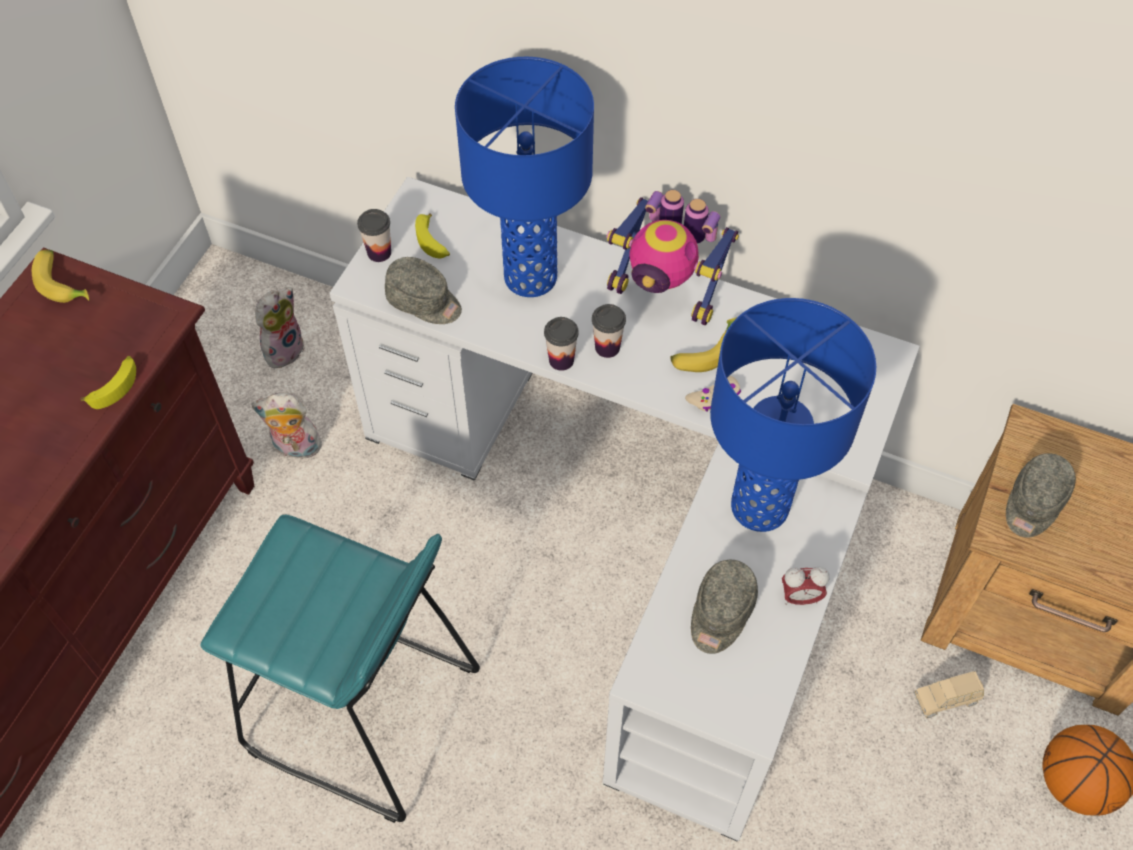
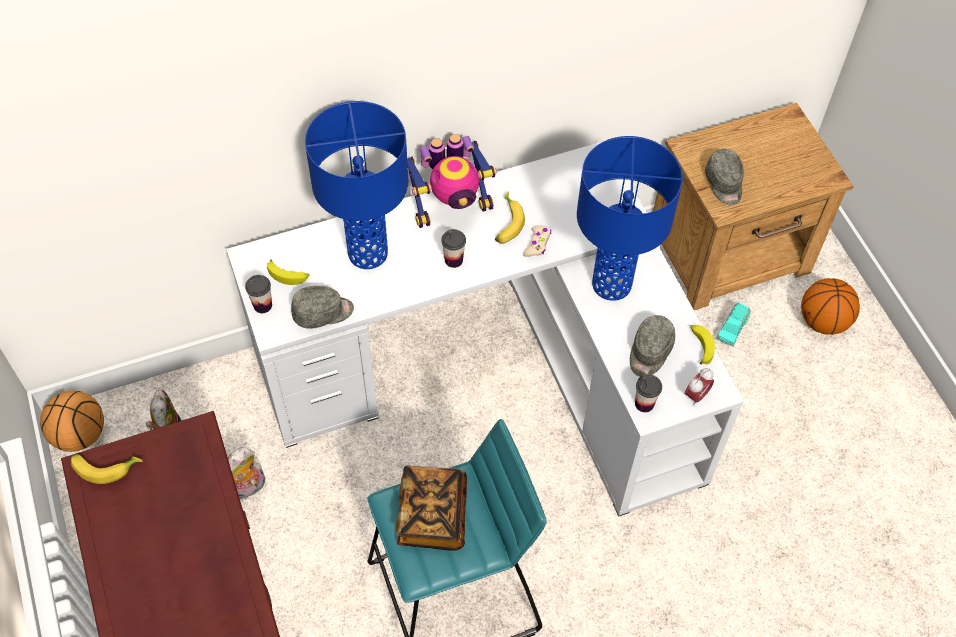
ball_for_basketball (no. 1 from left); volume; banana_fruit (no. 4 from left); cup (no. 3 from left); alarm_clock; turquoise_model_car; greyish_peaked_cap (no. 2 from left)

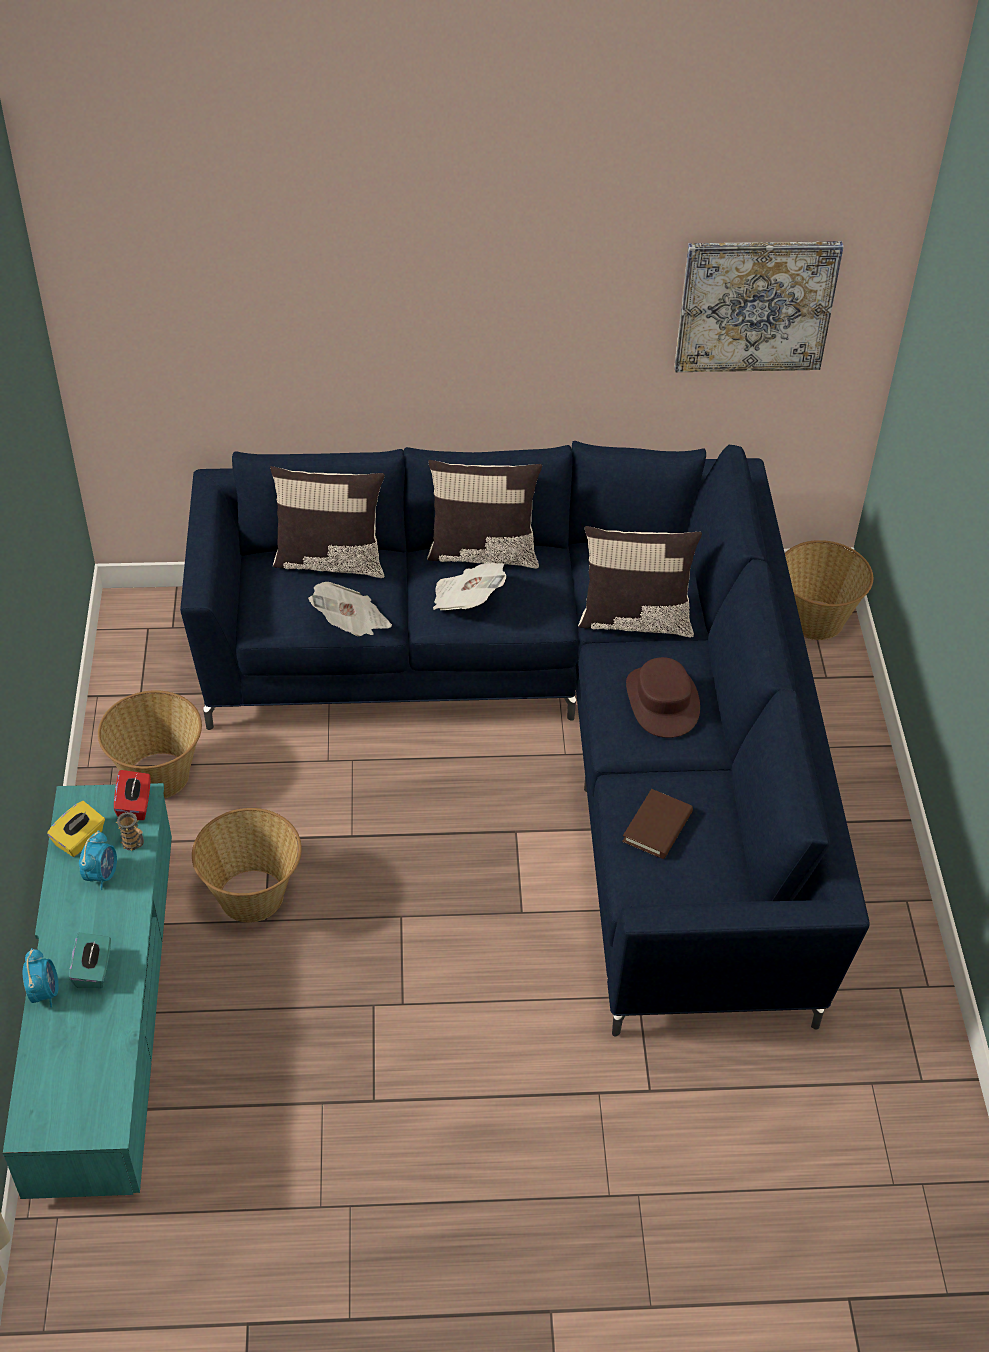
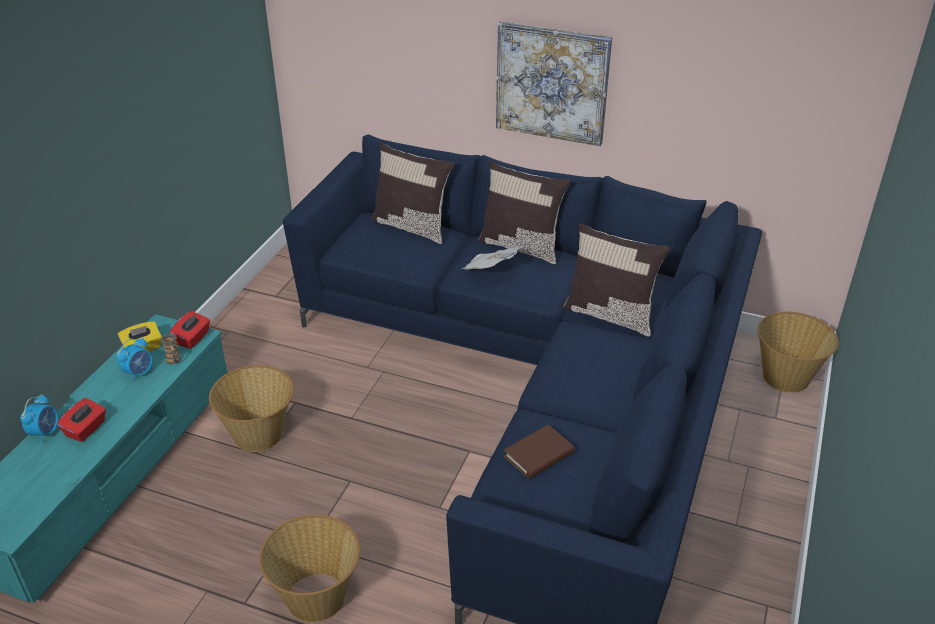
daily_paper (no. 1 from left in the first image); brownish_clothing_hat; household_basket (no. 2 from left); wall_picture; red-coloured_tissue_holder (no. 1 from left)

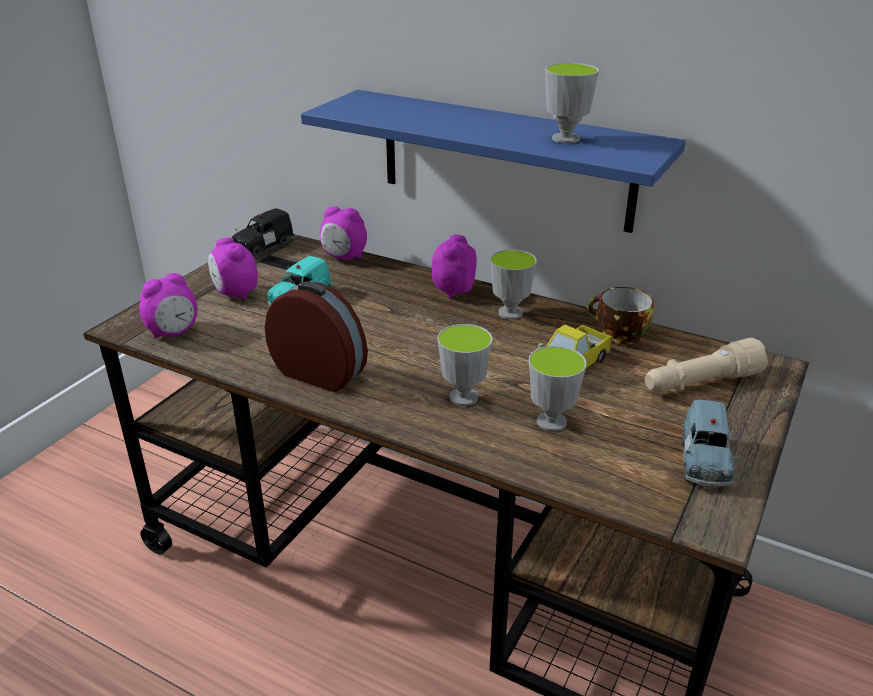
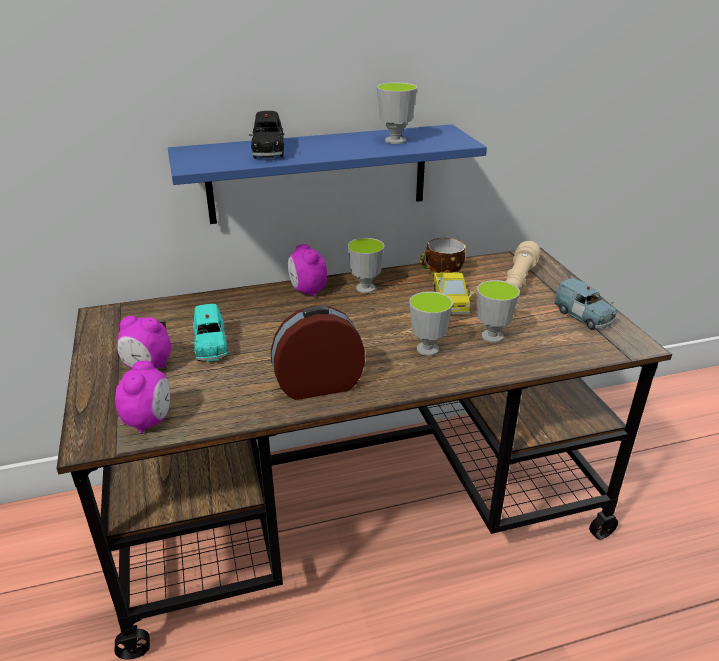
alarm_clock (no. 4 from left in the first image); blackish_model_car

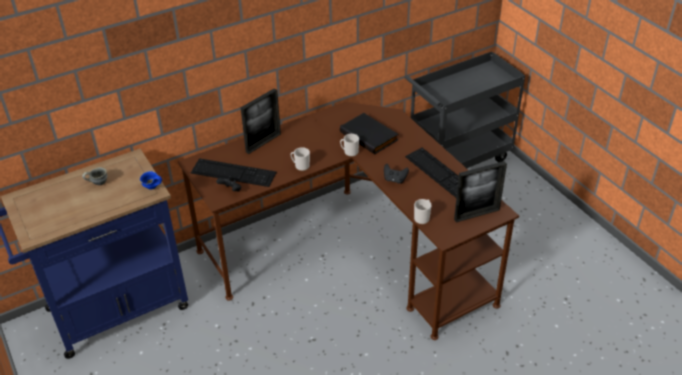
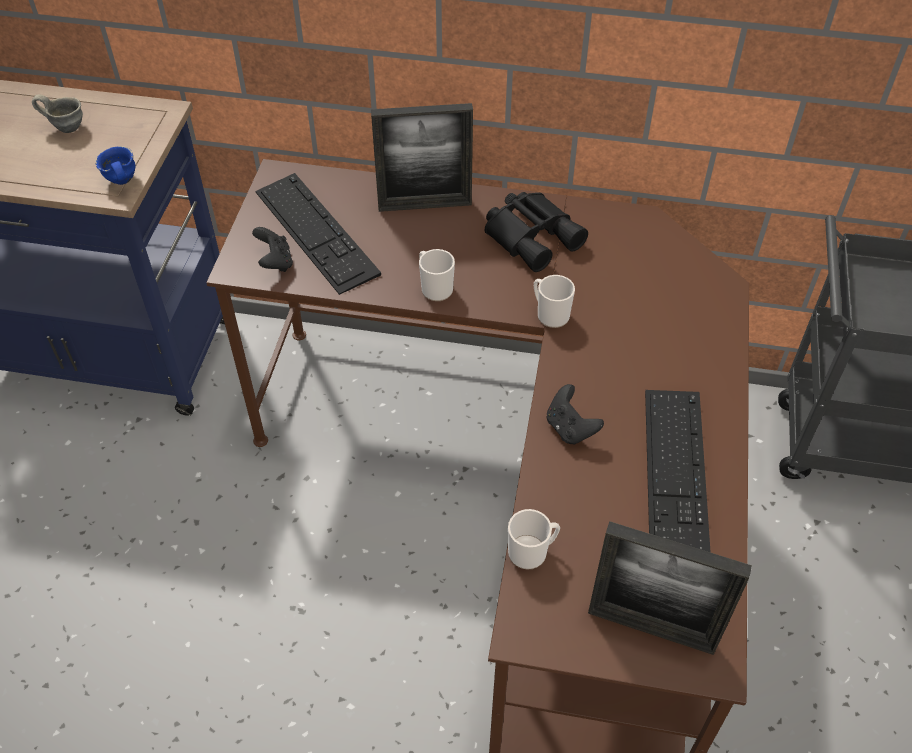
blackish_volume; blackish_pair_of_binoculars

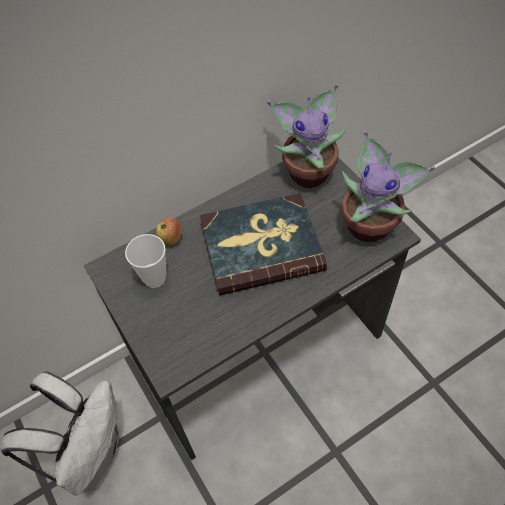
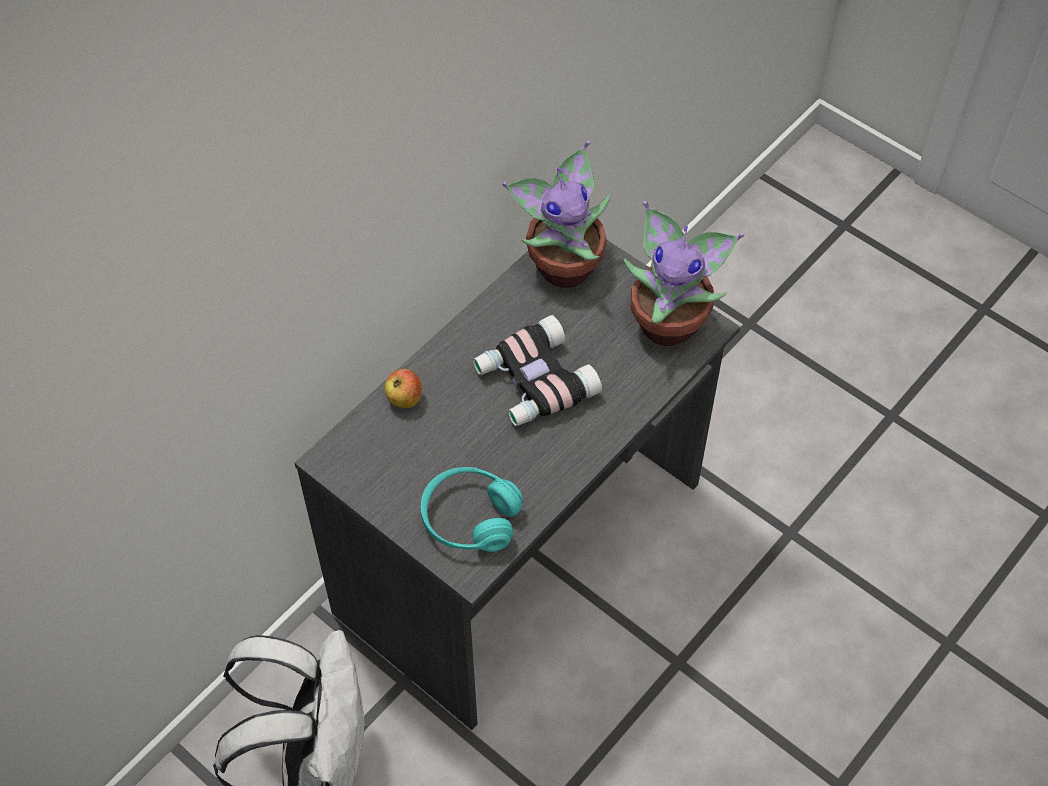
cup; turquoise_headphones; pair_of_binoculars

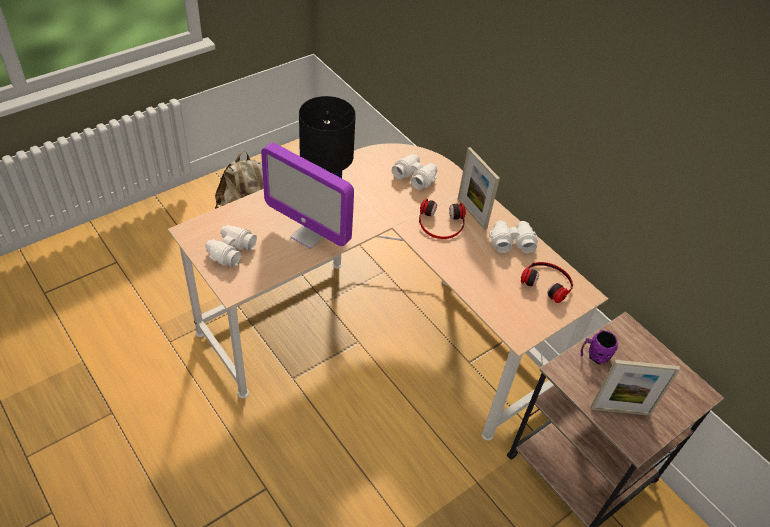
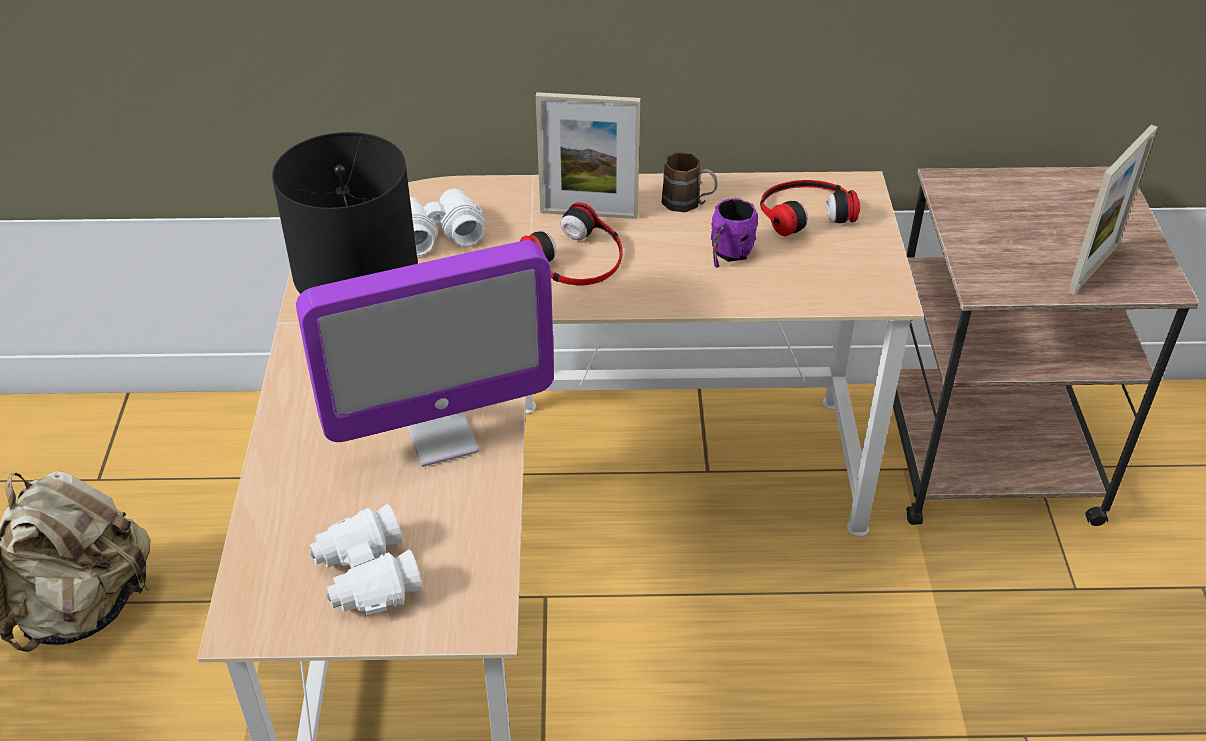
purple-coloured_mug; brownish_mug

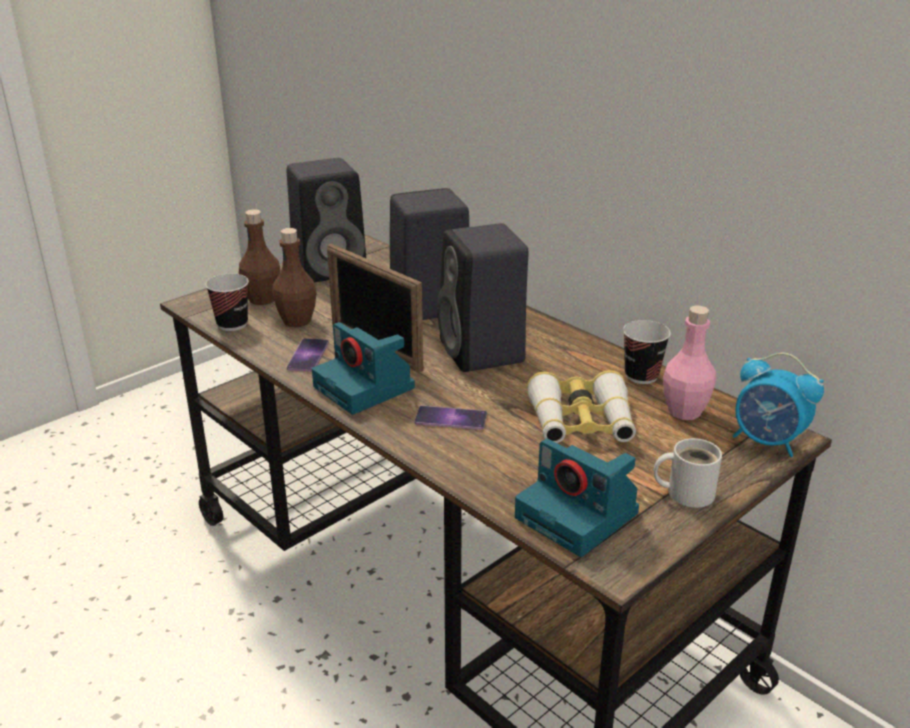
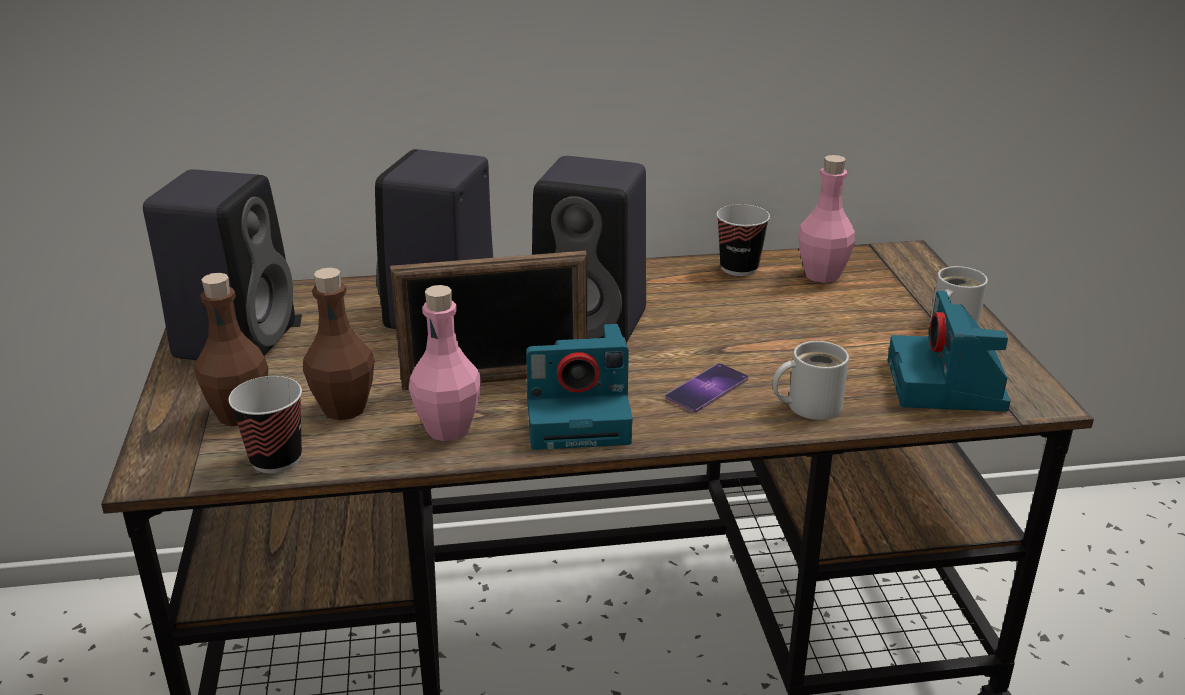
pair_of_binoculars; alarm_clock; whitish_mug (no. 1 from left); pink_drink_bottle (no. 1 from left); still_camera (no. 2 from left)

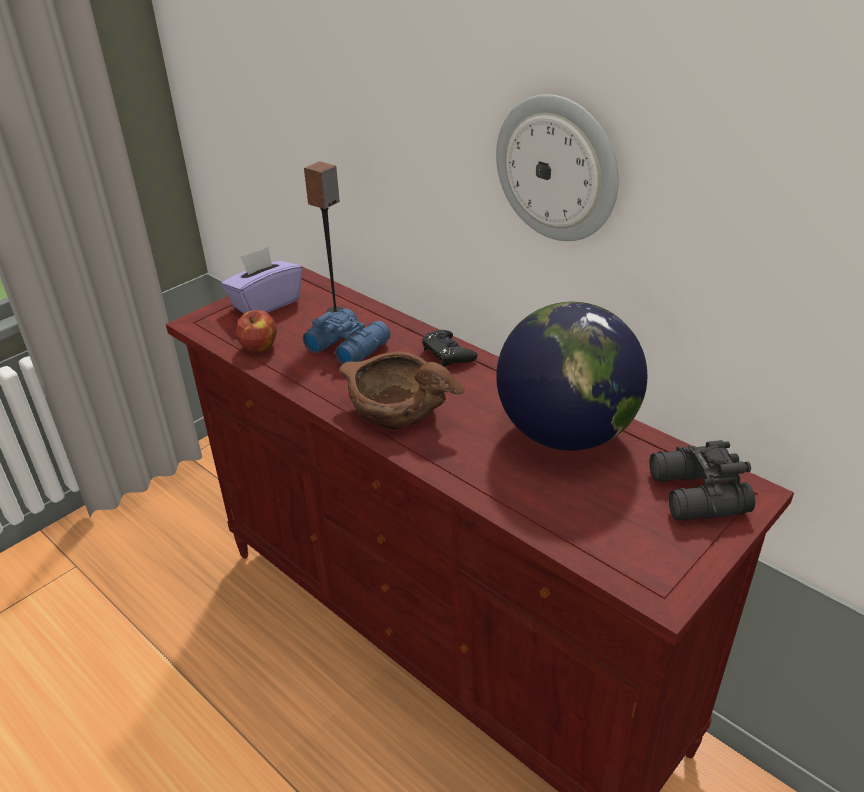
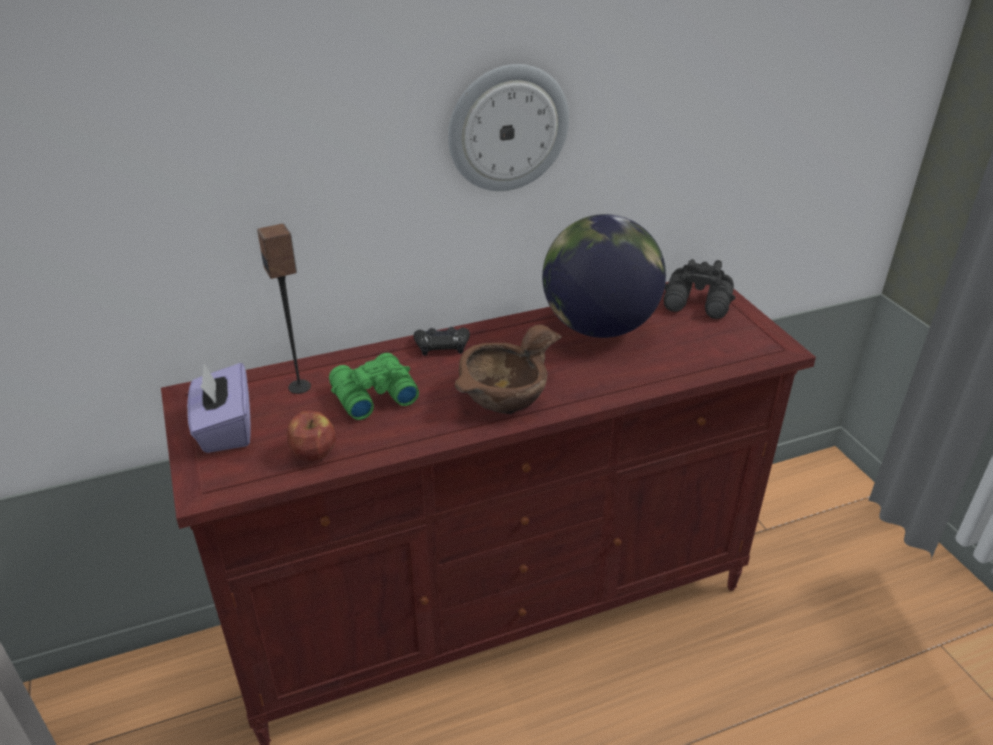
greenish_pair_of_binoculars

